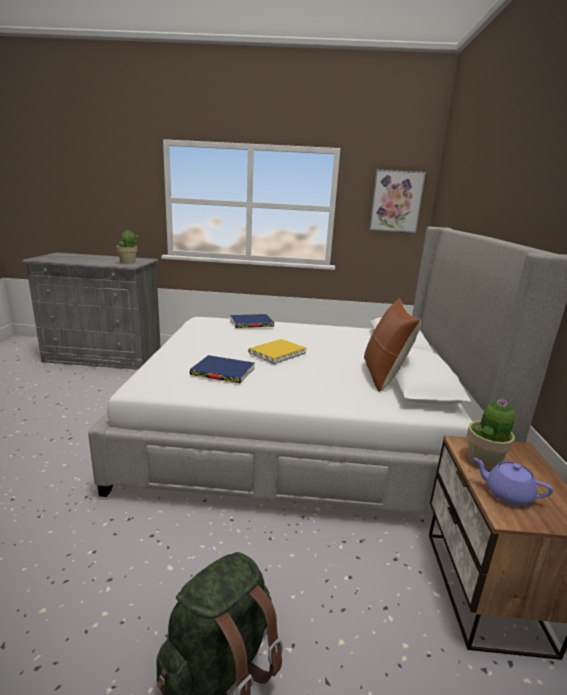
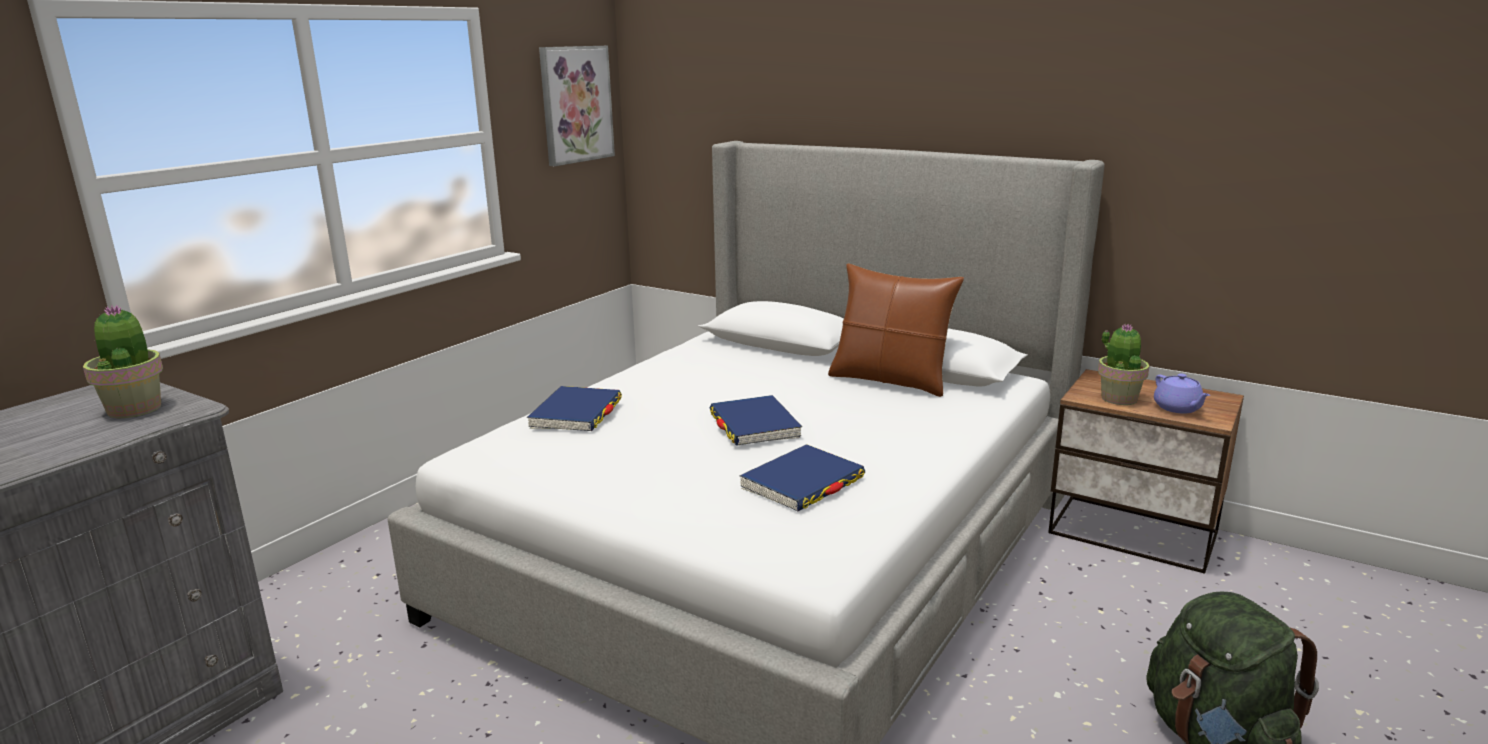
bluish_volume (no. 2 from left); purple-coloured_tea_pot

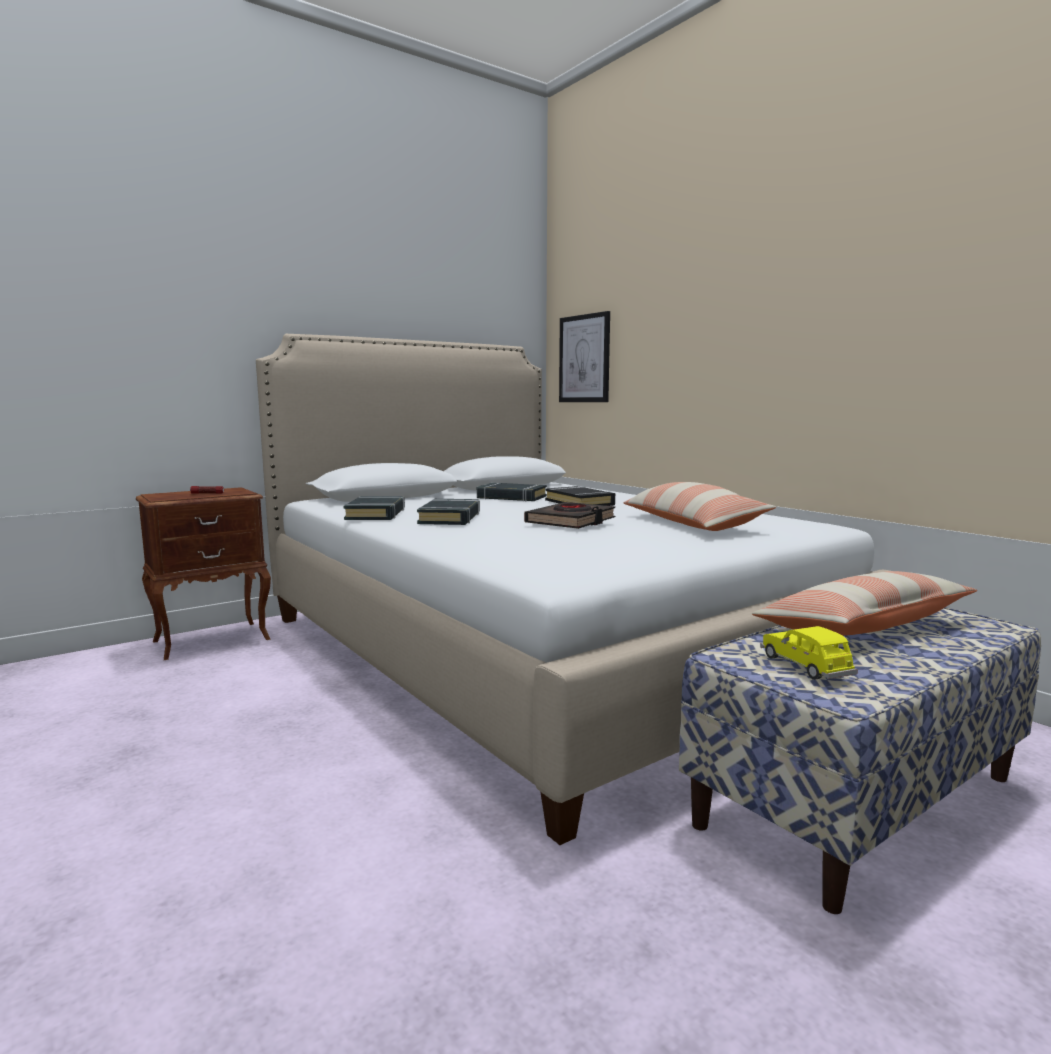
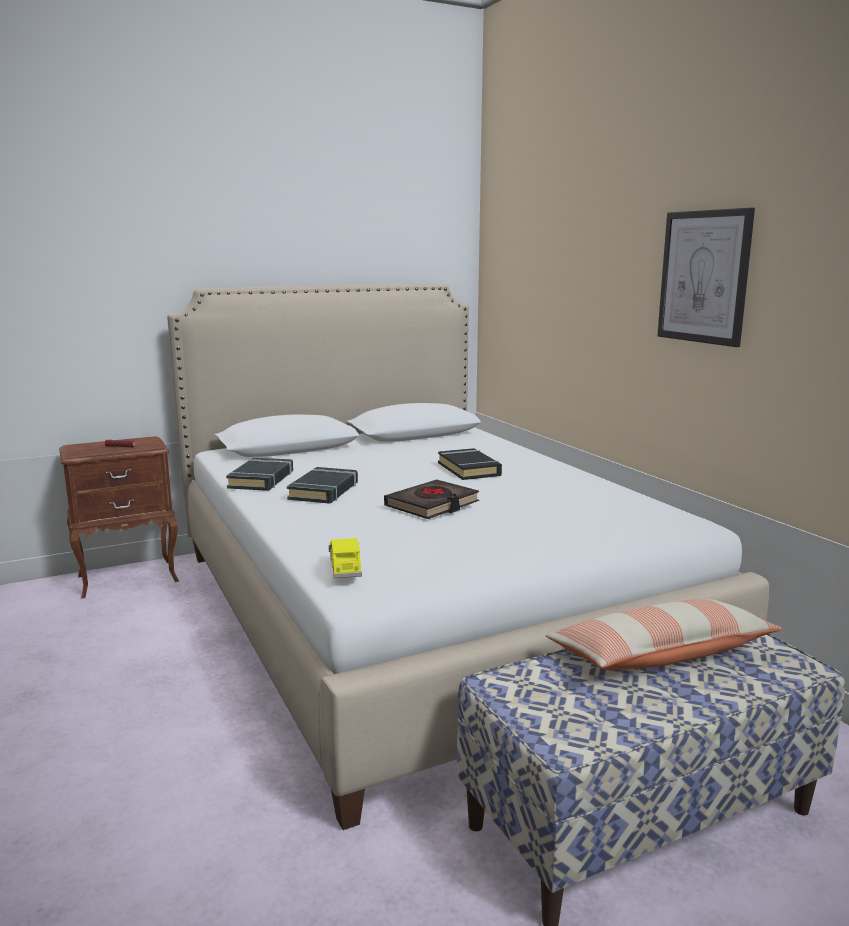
blackish_volume (no. 3 from left in the first image); cushion (no. 1 from left in the first image); wall_picture; yellowish_model_car

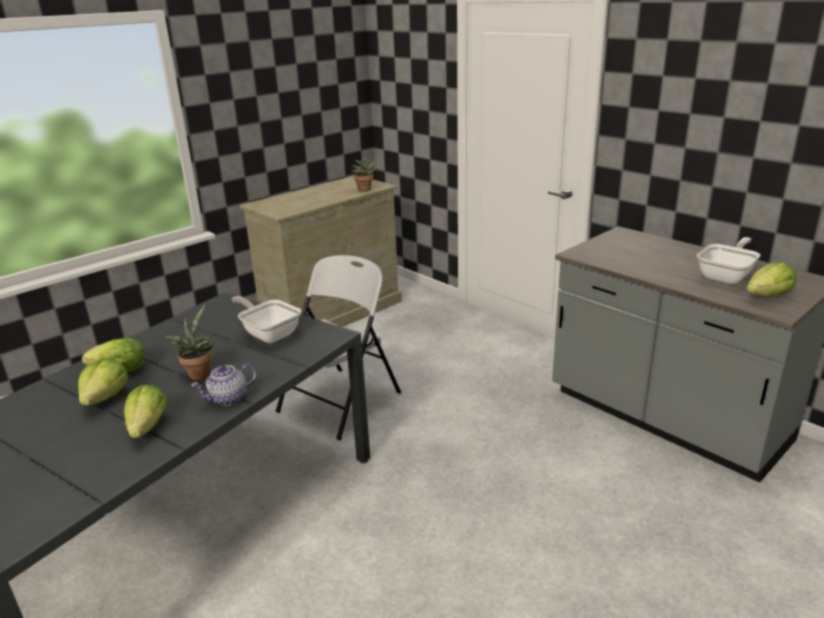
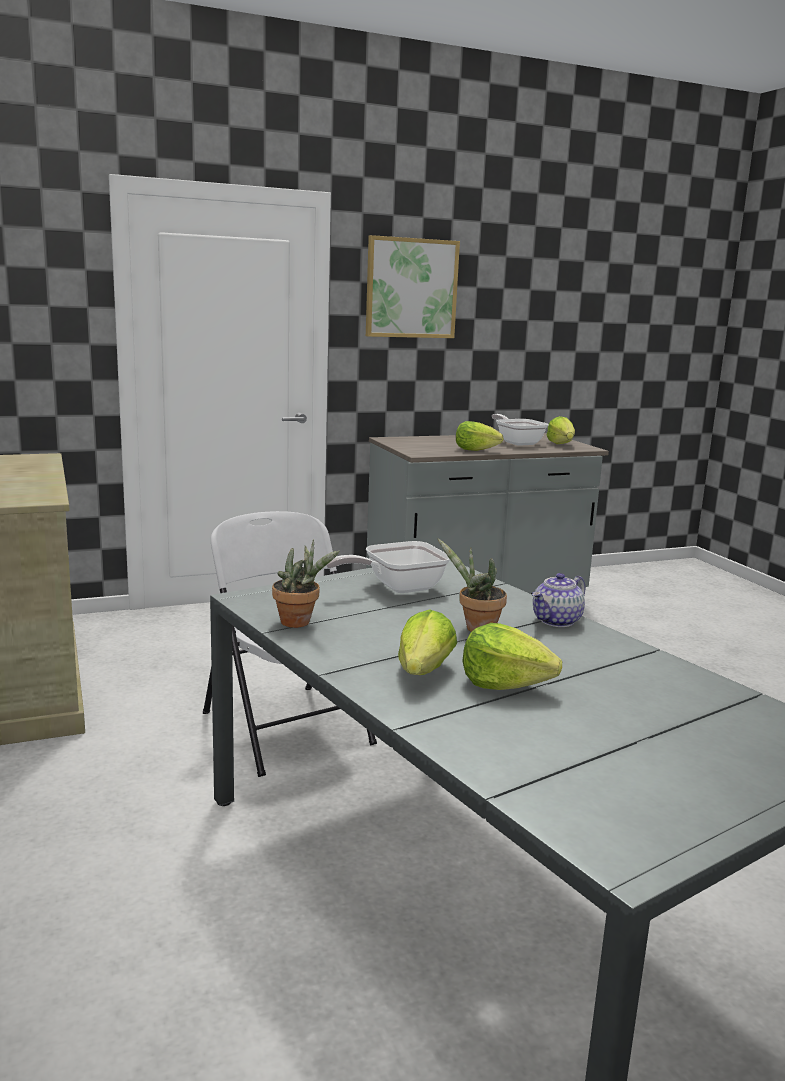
wall_picture; lettuce_head (no. 2 from left); plant_in_a_pot (no. 1 from left); tea_pot

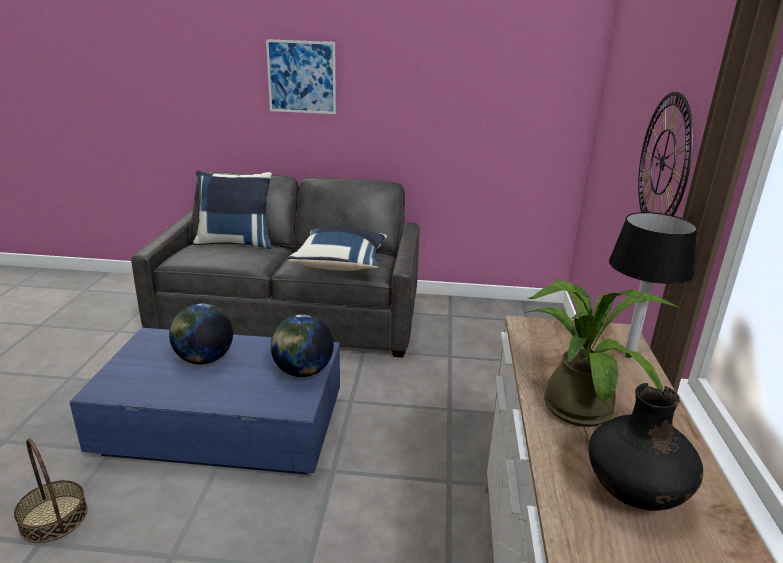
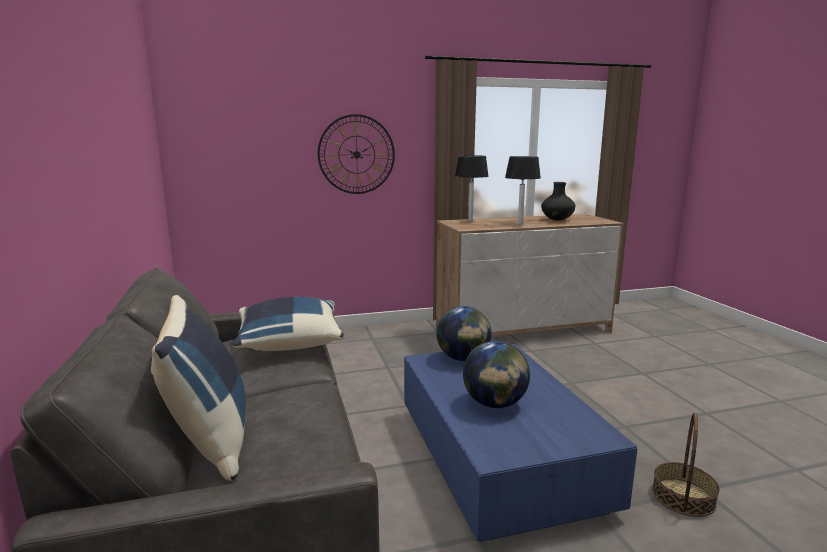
wall_picture; table_lamp (no. 2 from left)

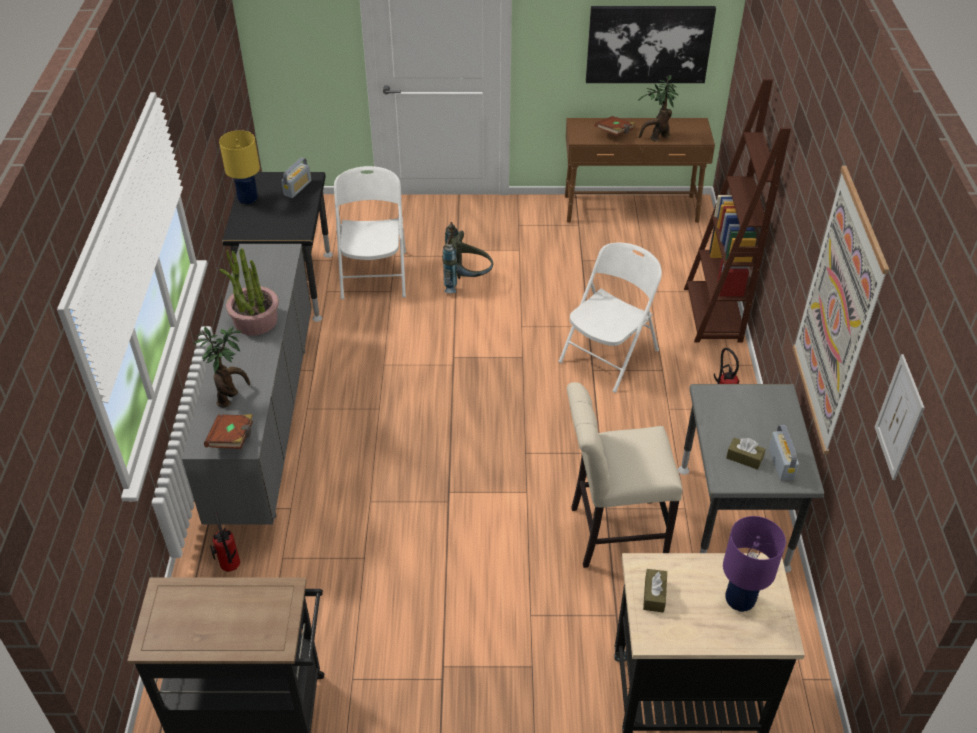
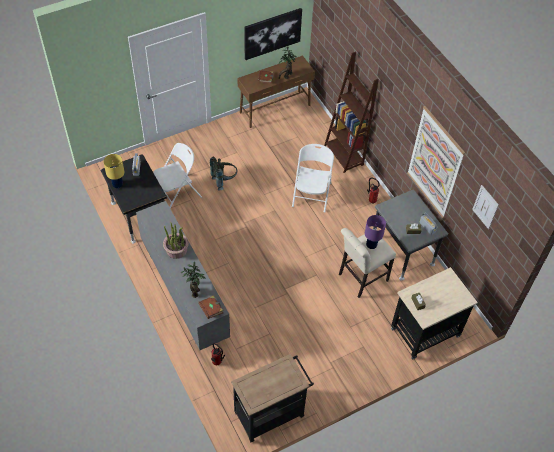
purple-coloured_table_lamp; whitish_upright_chair (no. 1 from left)

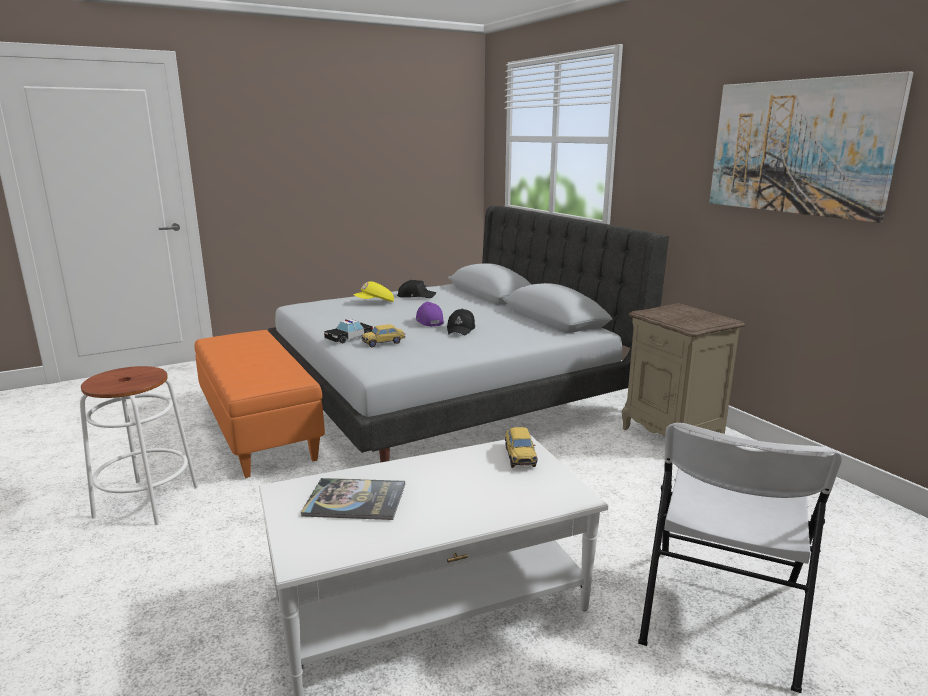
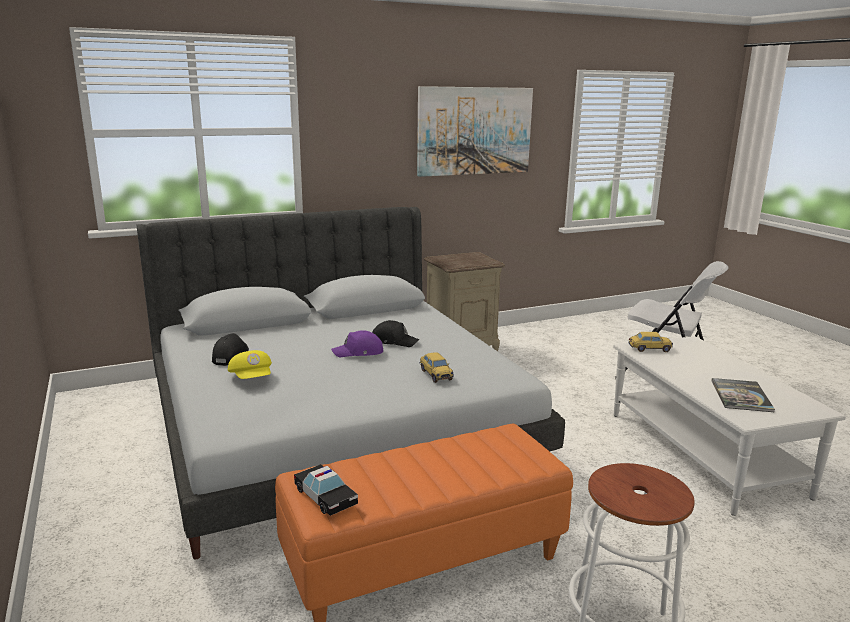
model_car (no. 1 from left)

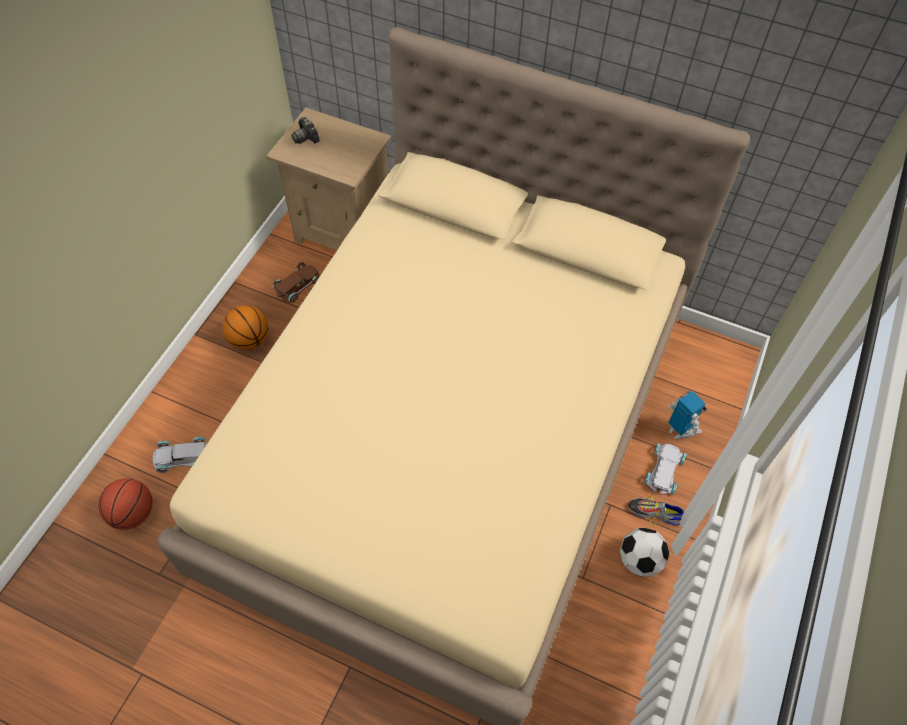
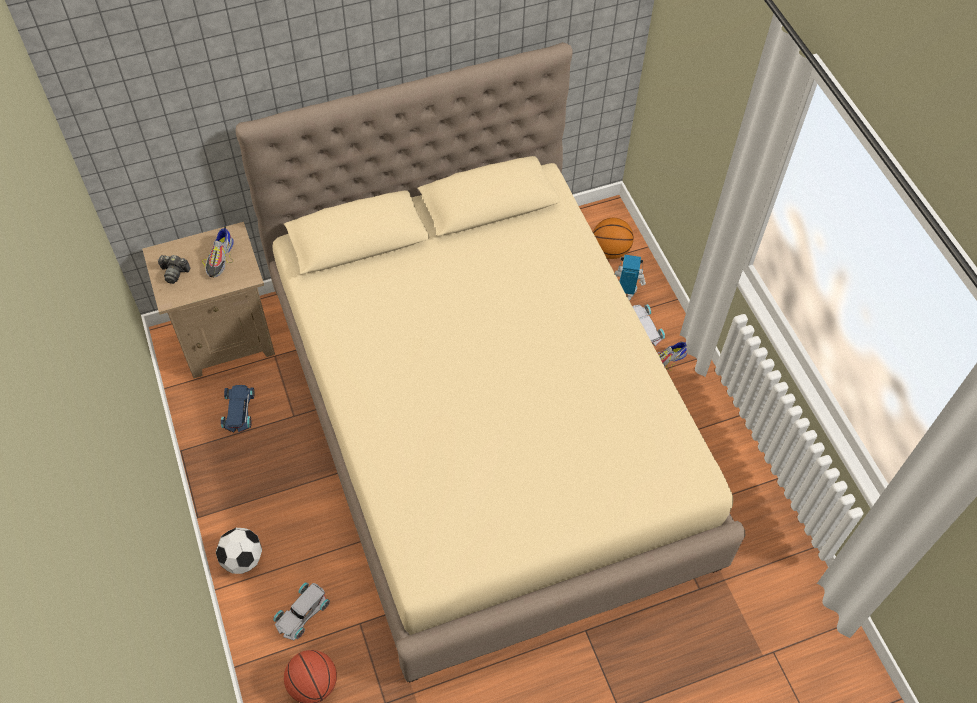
low_shoe (no. 1 from left); ball_for_basketball (no. 2 from left); football_ball; bluish_model_car

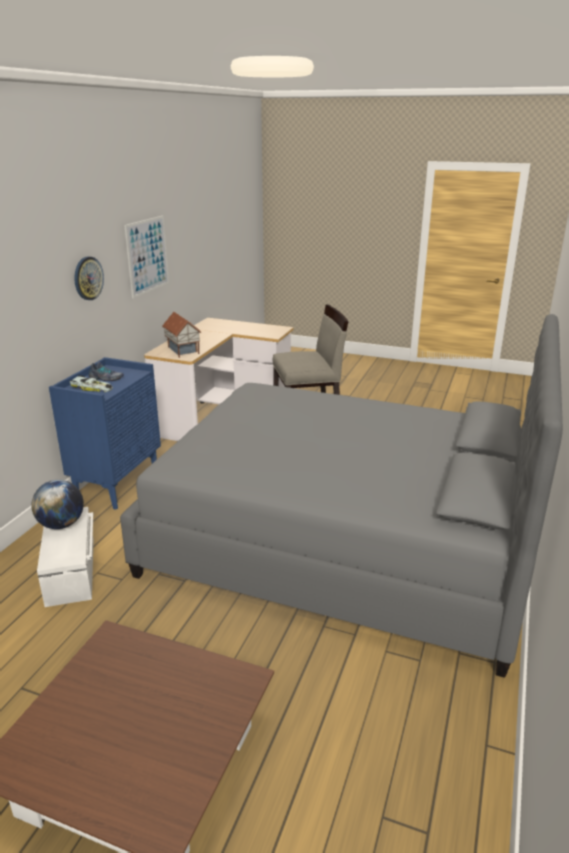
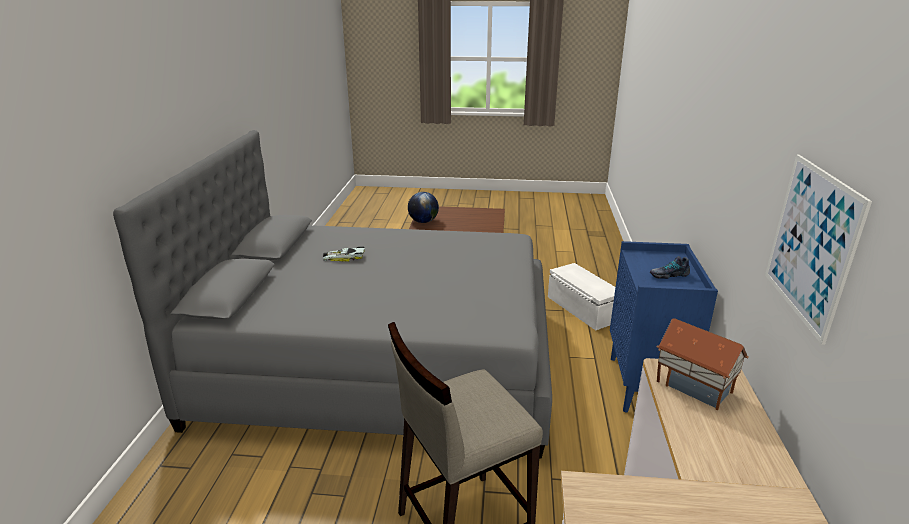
hanging_clock; world_globe; model_car

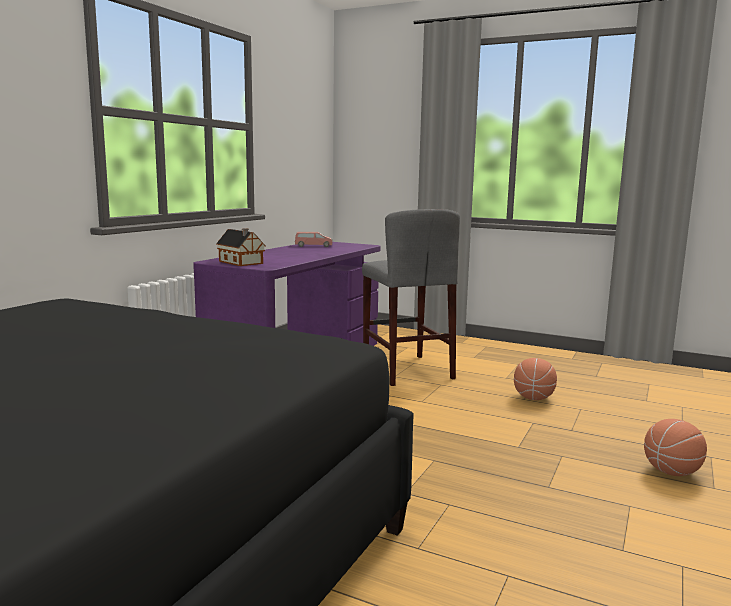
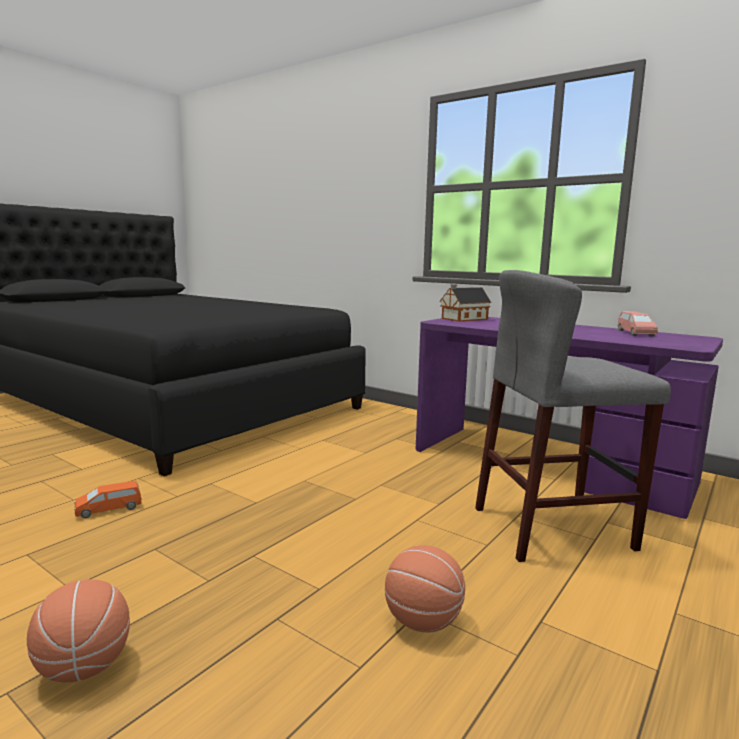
orange_model_car

